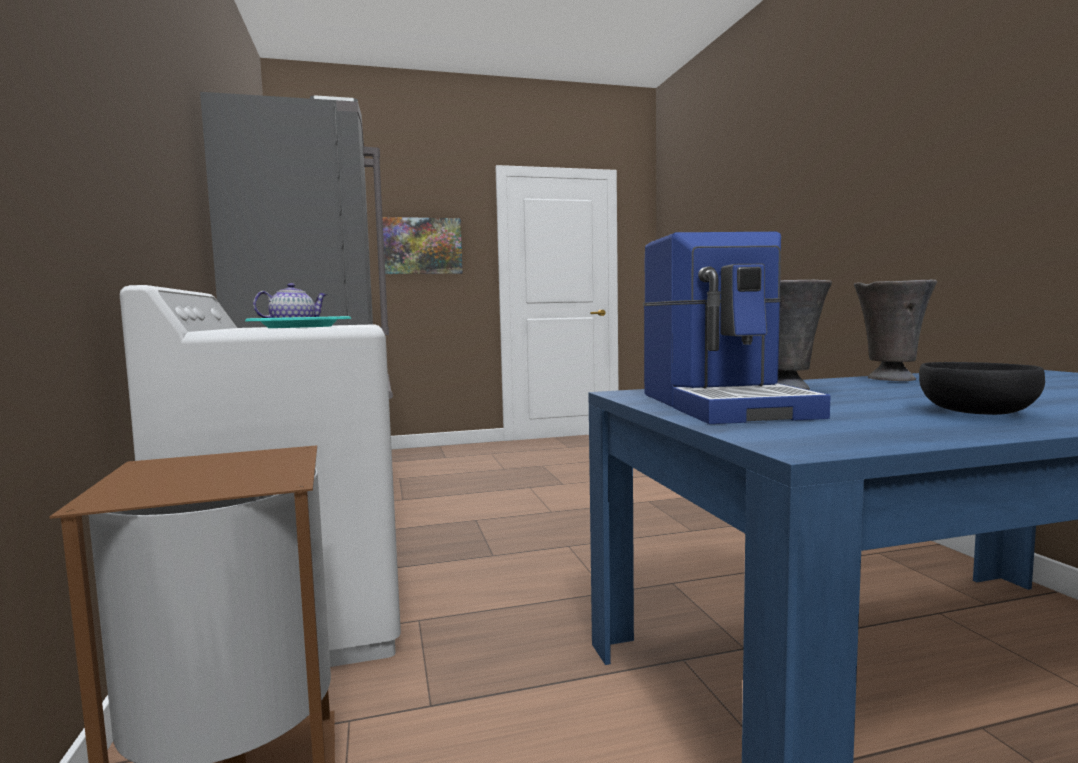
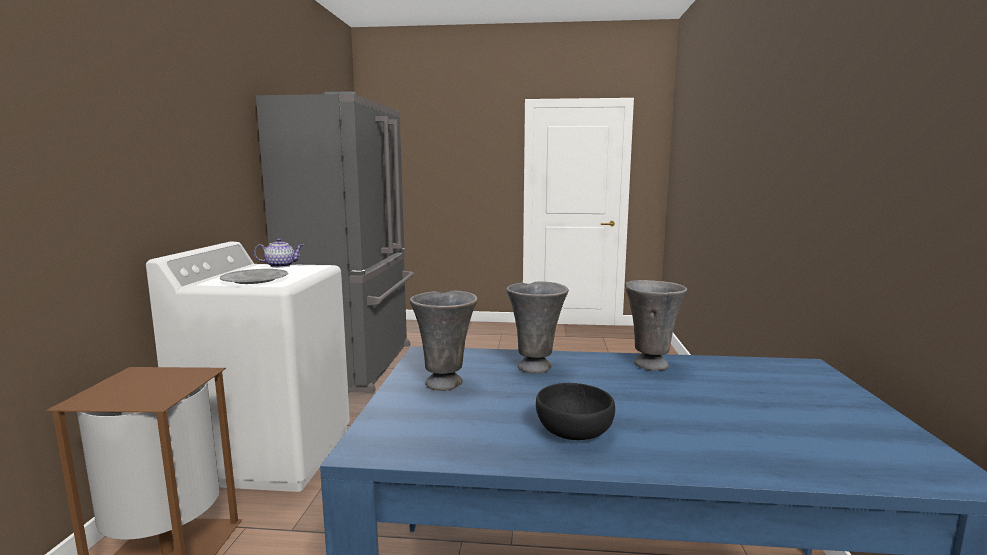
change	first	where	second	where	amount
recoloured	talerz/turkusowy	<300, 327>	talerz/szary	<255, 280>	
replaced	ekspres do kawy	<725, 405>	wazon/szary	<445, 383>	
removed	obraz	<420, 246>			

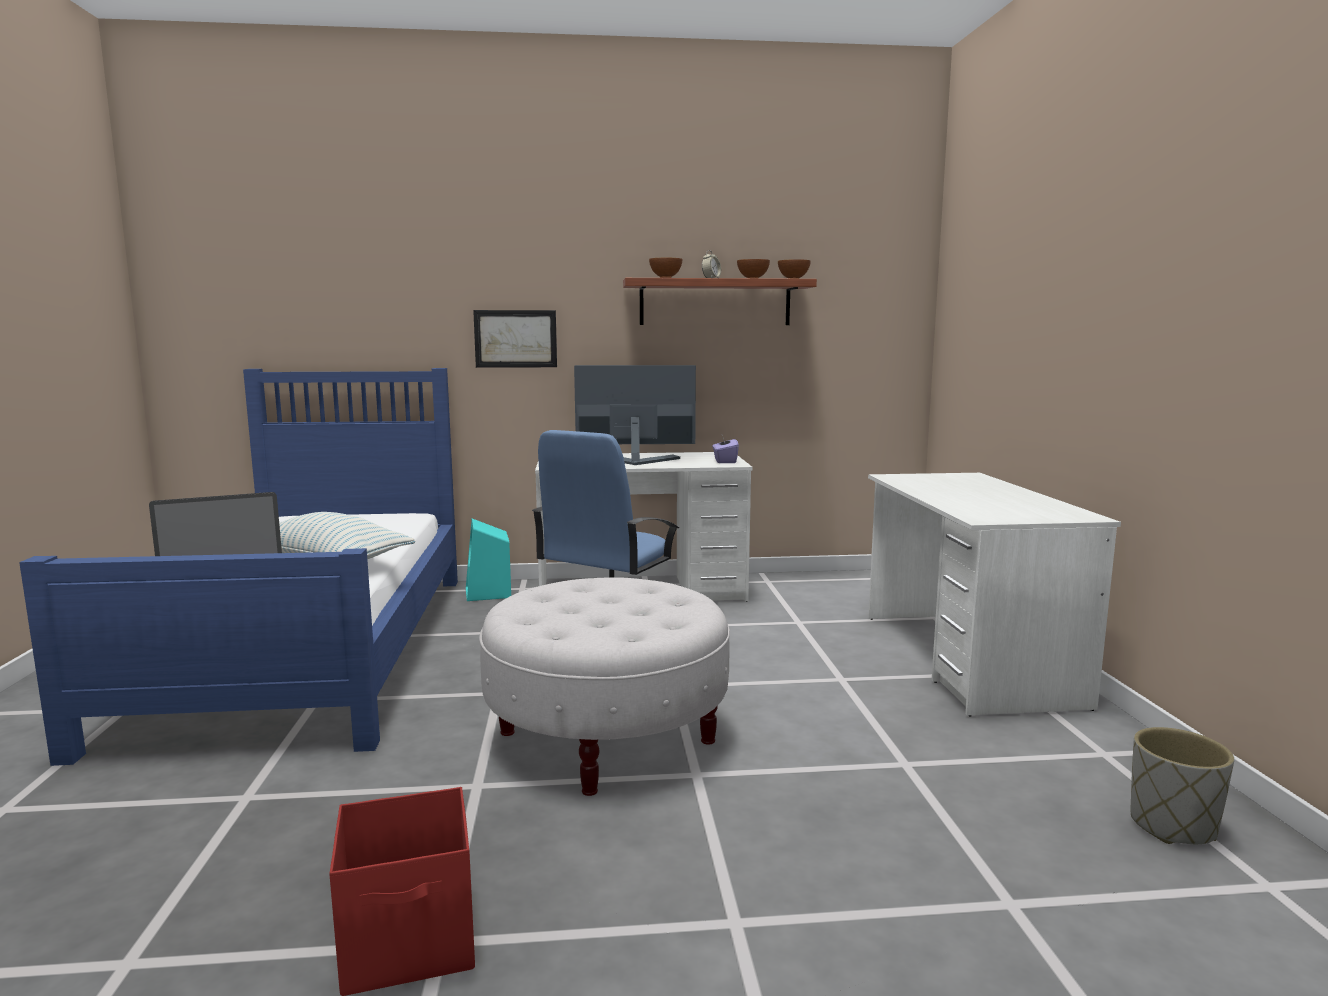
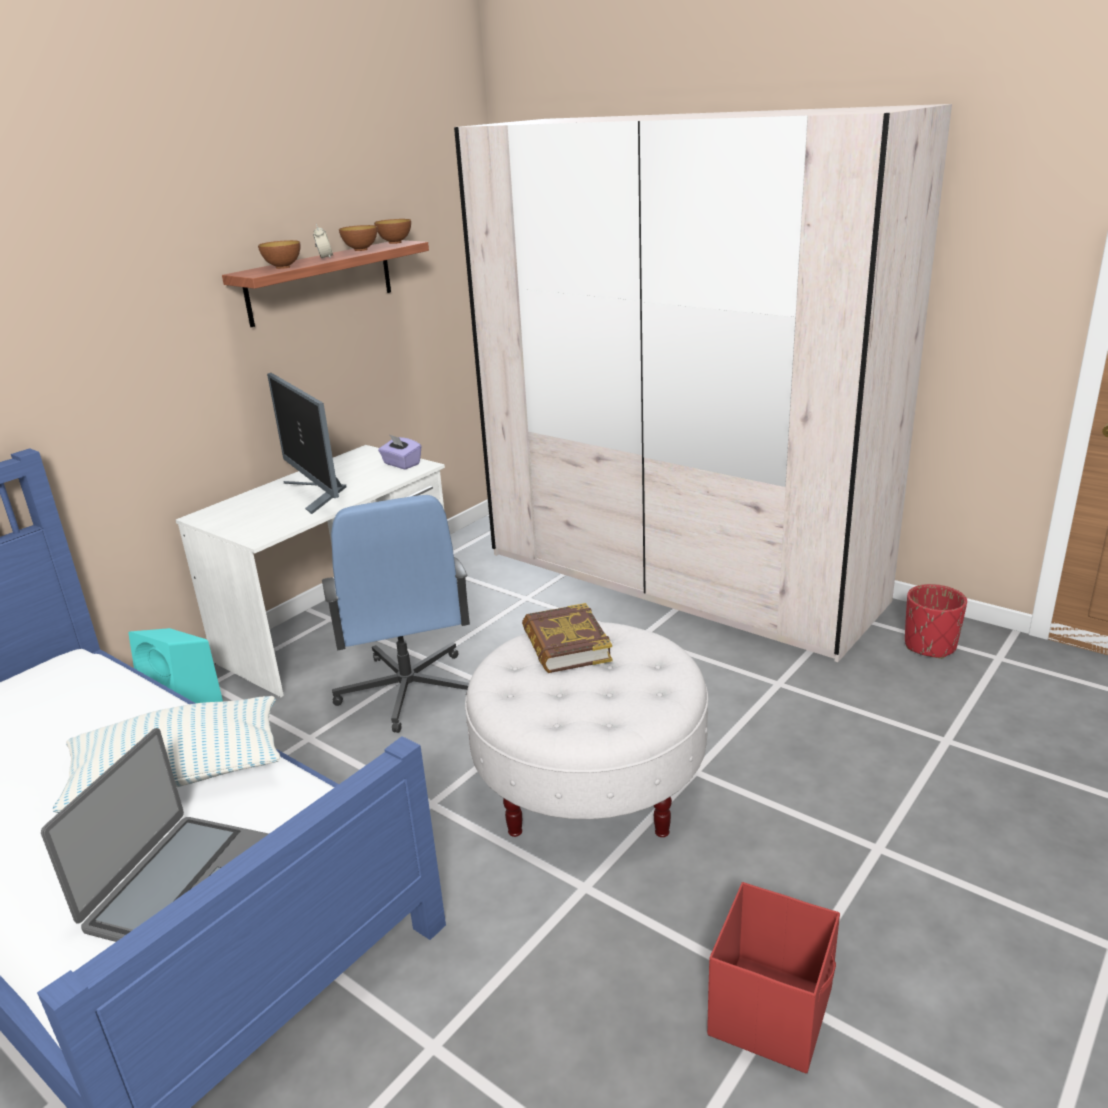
change	first	where	second	where	amount
turned	monitor	<635, 461>		<317, 494>	75 degrees counterclockwise
replaced	biurko/biały	<966, 658>	szafa/beżowy	<679, 577>	
added			książka	<565, 645>	
recoloured	donica/szary	<1172, 827>	donica/czerwony	<930, 646>	
removed	obraz	<515, 339>			

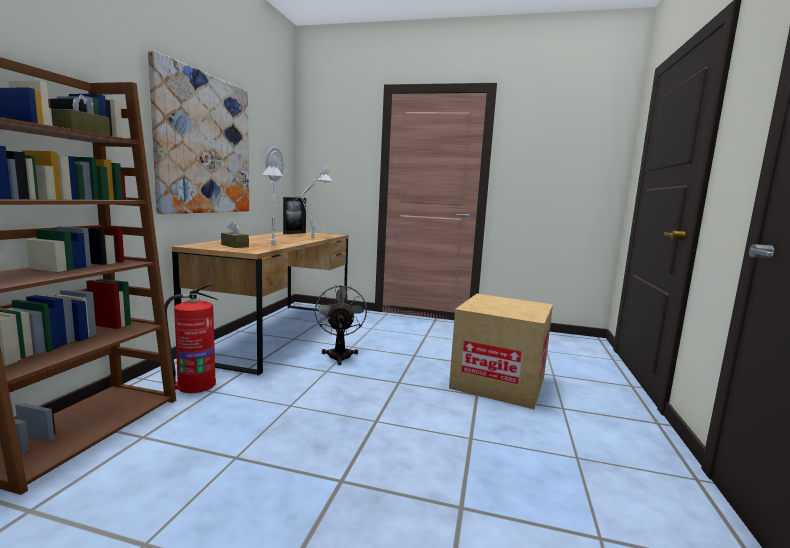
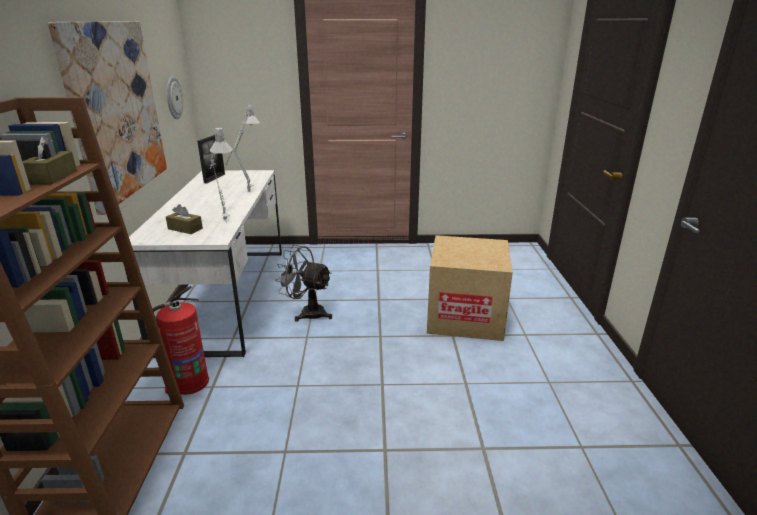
change	first	where	second	where	amount
recoloured	biurko/brązowy	<278, 333>	biurko/biały	<227, 296>	
turned	wentylator/szary	<339, 354>		<307, 312>	45 degrees counterclockwise

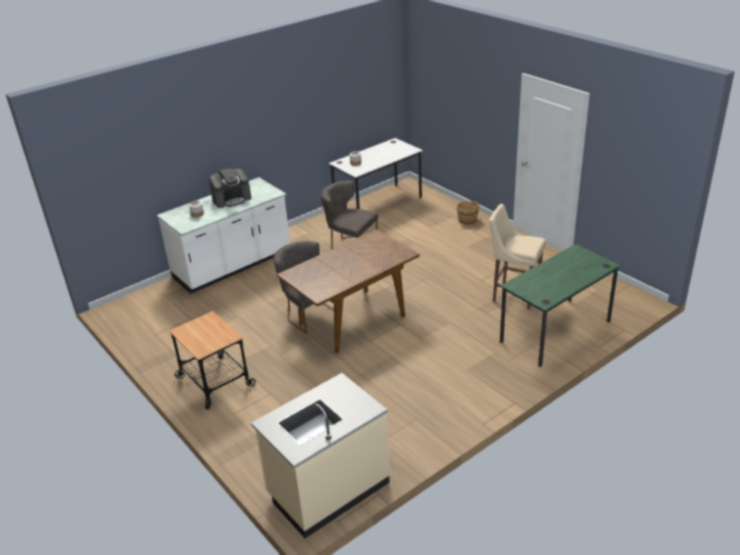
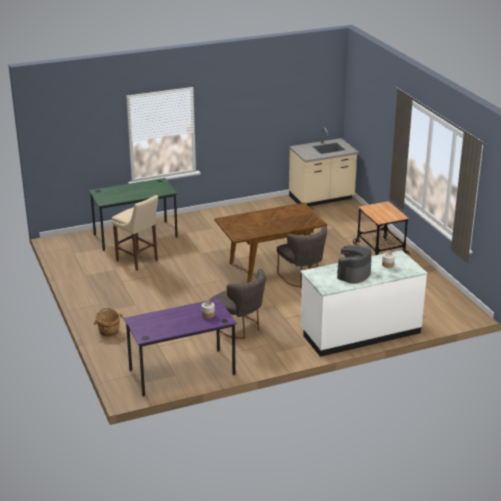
change	first	where	second	where	amount
recoloured	biurko/biały	<378, 204>	biurko/fioletowy	<182, 372>	
turned	ekspres do kawy	<232, 199>		<354, 274>	45 degrees counterclockwise

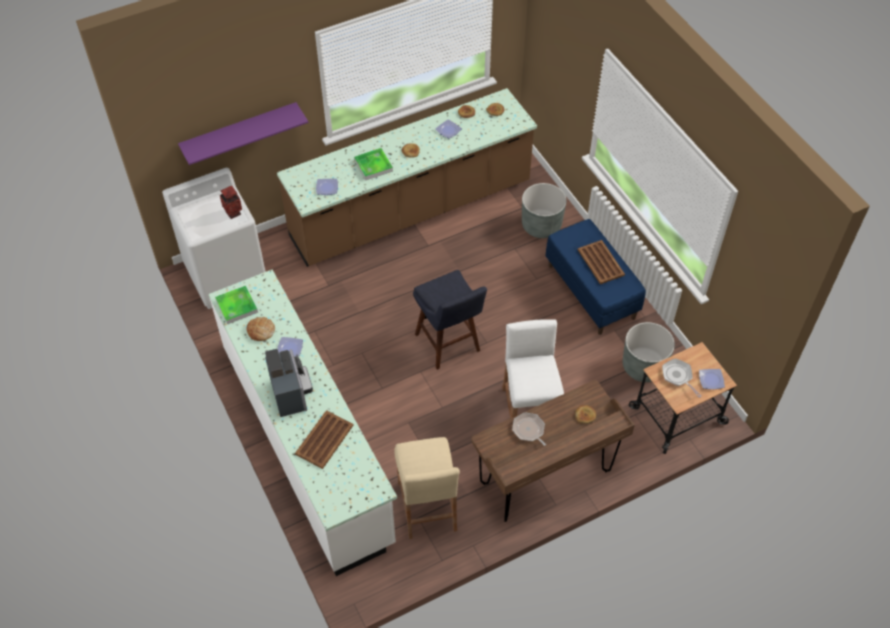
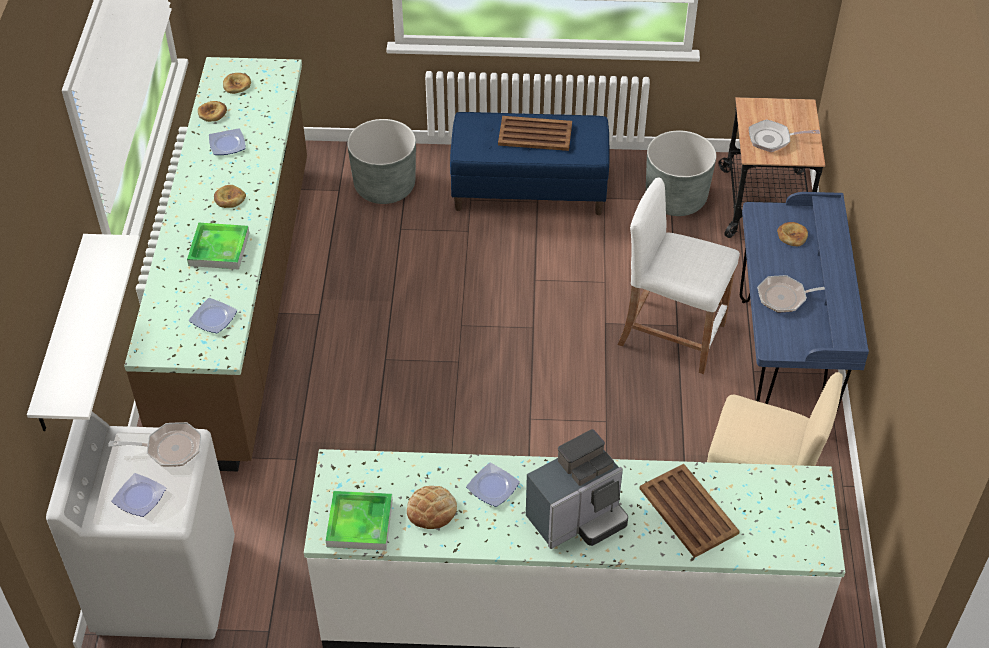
change	first	where	second	where	amount
recoloured	półka/fioletowy	<239, 131>	półka/biały	<61, 335>	
replaced	wazon	<233, 213>	patelnia	<169, 448>	
moved	talerz	<710, 380>		<140, 498>	
turned	ekspres do kawy	<291, 393>		<578, 518>	135 degrees clockwise
recoloured	biurko/brązowy	<545, 478>	biurko/niebieski	<782, 365>	
removed	stołek/niebieski	<449, 346>			

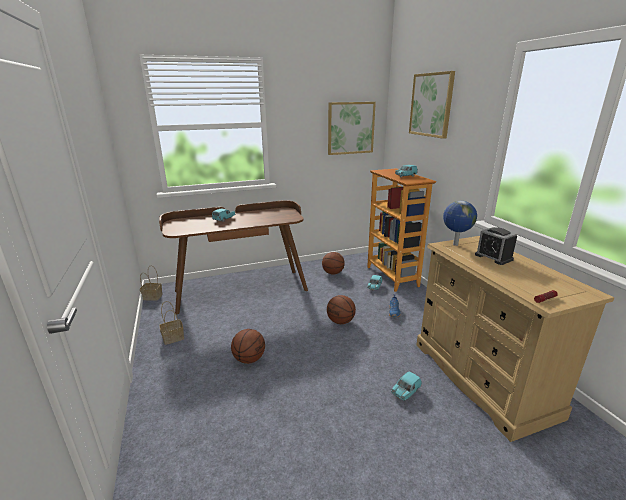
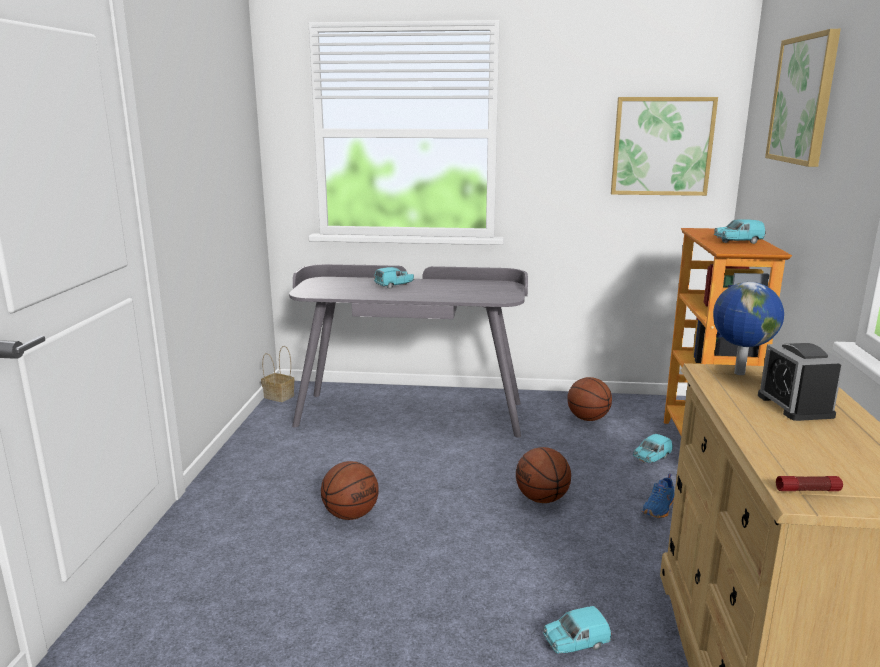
change	first	where	second	where	amount
recoloured	biurko/brązowy	<241, 290>	biurko/szary	<410, 413>	
removed	koszyk	<174, 337>			

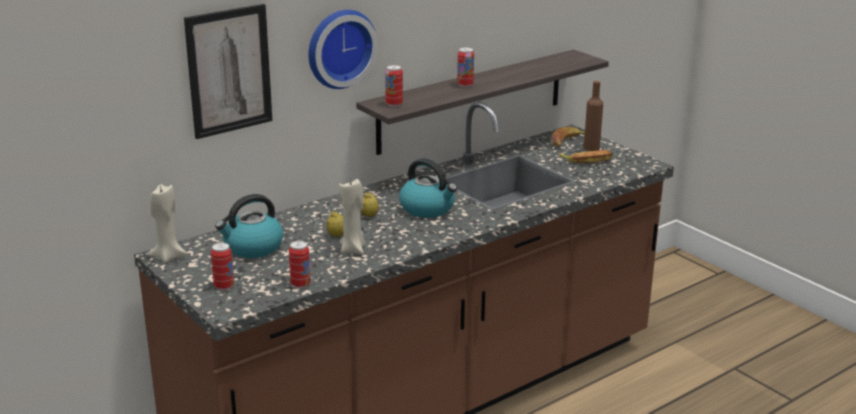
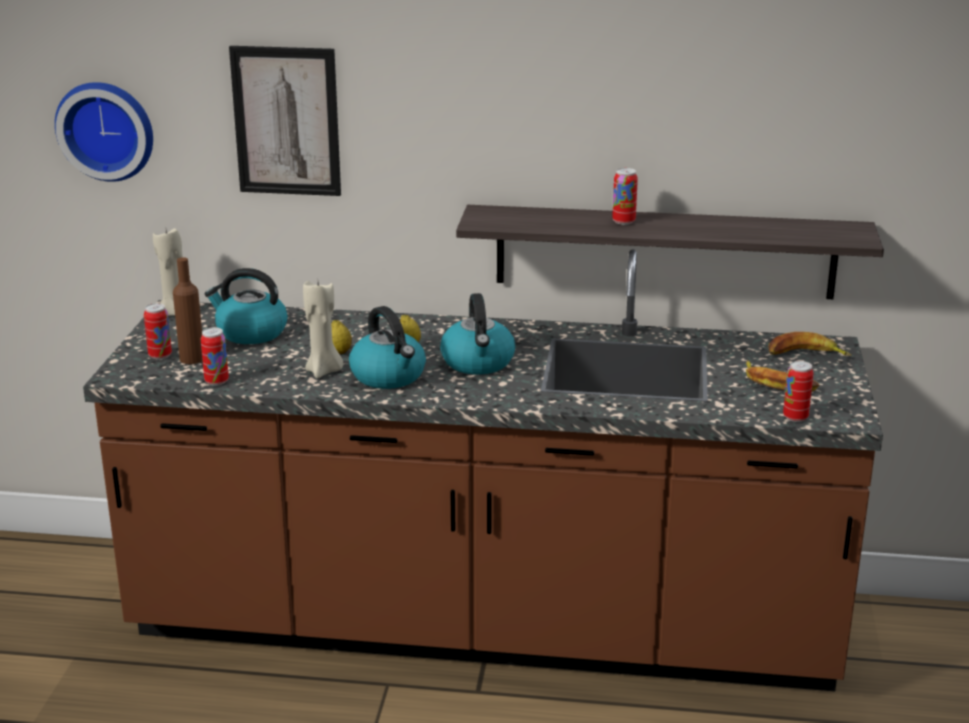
change	first	where	second	where	amount
moved	zegar ścienny	<339, 47>		<107, 129>	
moved	butelka/brązowy	<591, 148>		<192, 358>	
added			czajnik	<389, 376>	
moved	puszka	<394, 104>		<795, 417>	

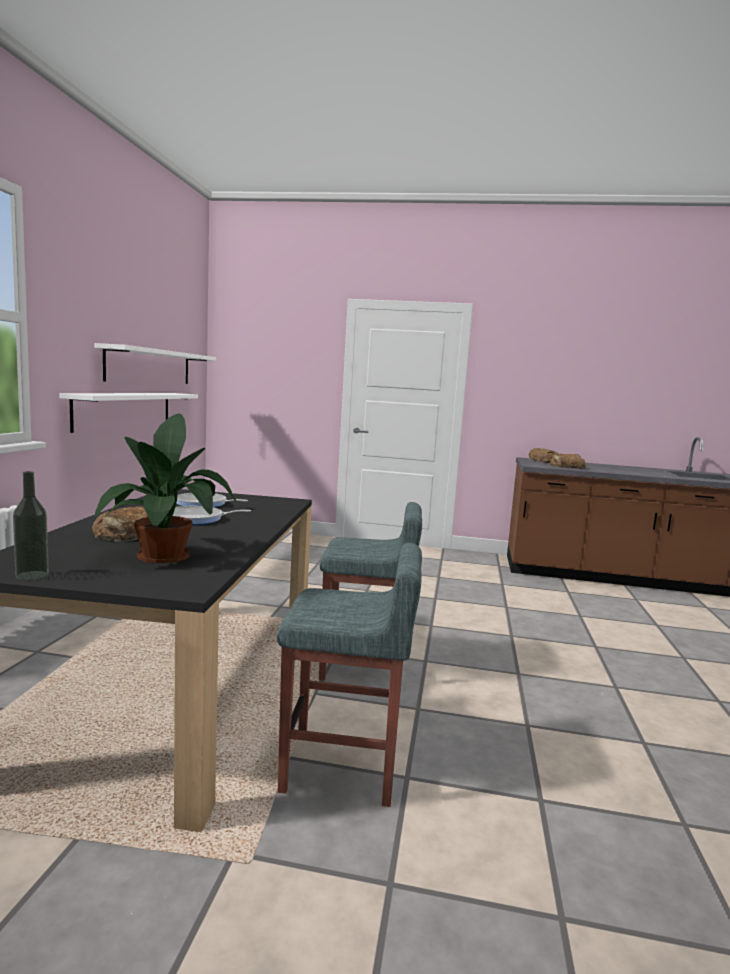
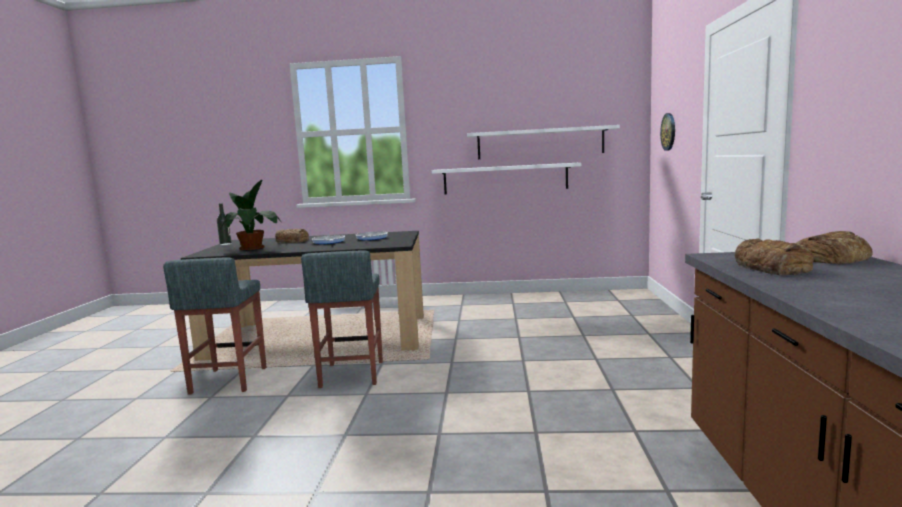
change	first	where	second	where	amount
added			zegar ścienny	<668, 131>	

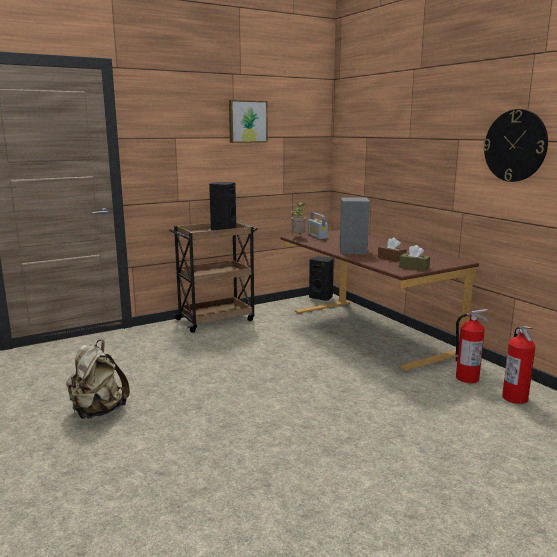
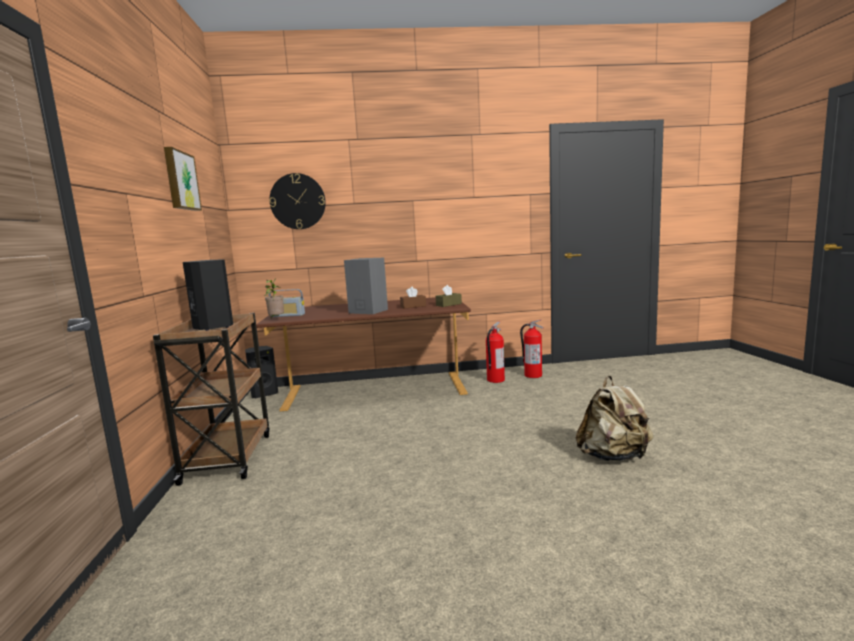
change	first	where	second	where	amount
moved	zegar ścienny	<515, 145>		<297, 201>	
moved	plecak/beżowy	<98, 411>		<613, 456>	

